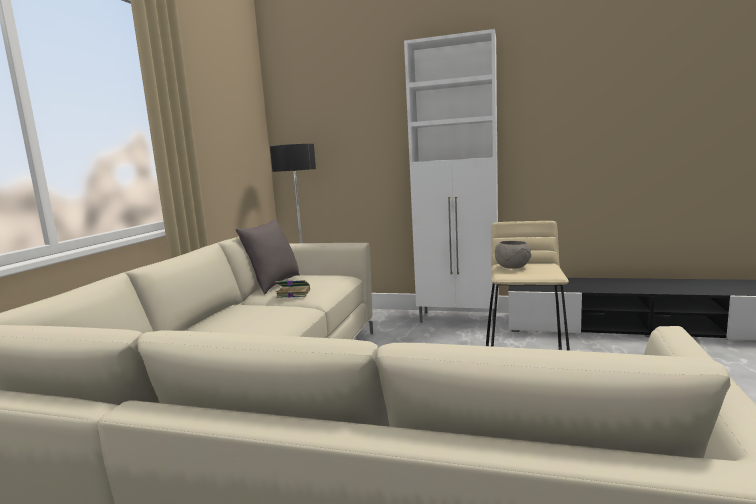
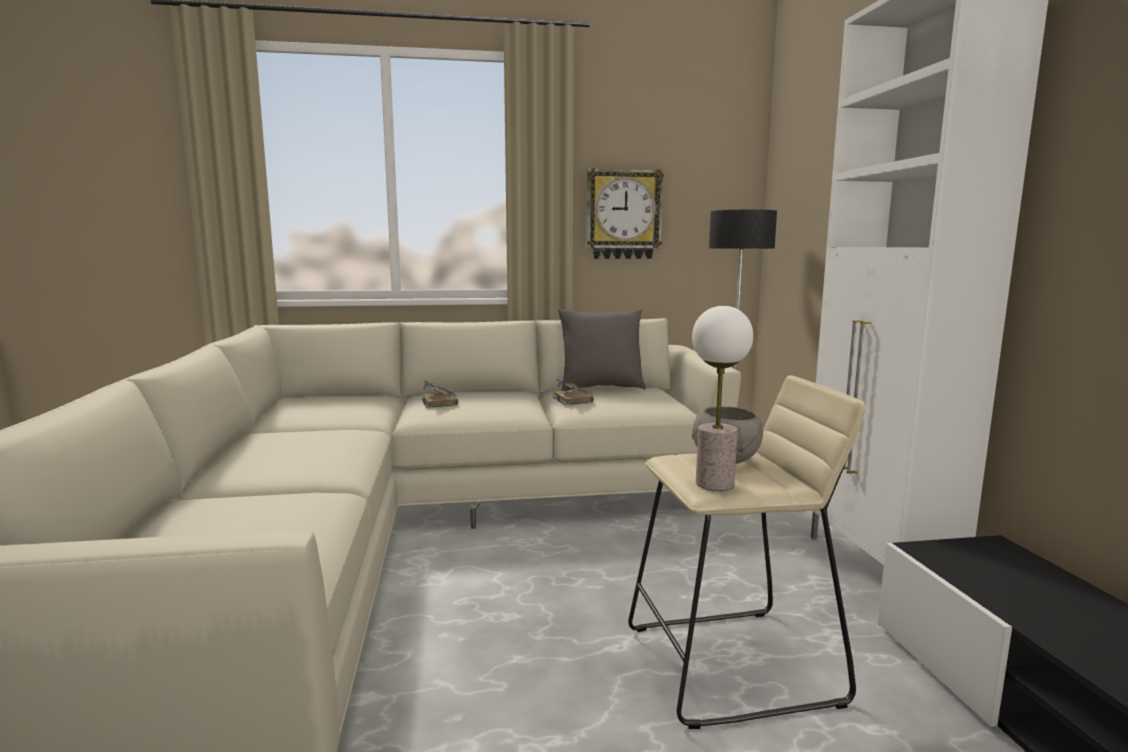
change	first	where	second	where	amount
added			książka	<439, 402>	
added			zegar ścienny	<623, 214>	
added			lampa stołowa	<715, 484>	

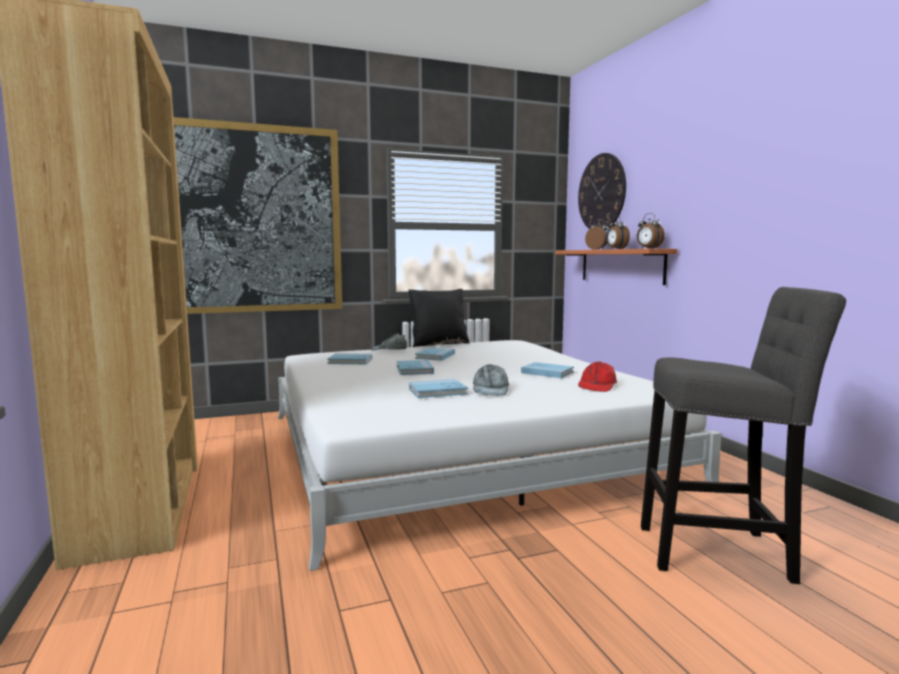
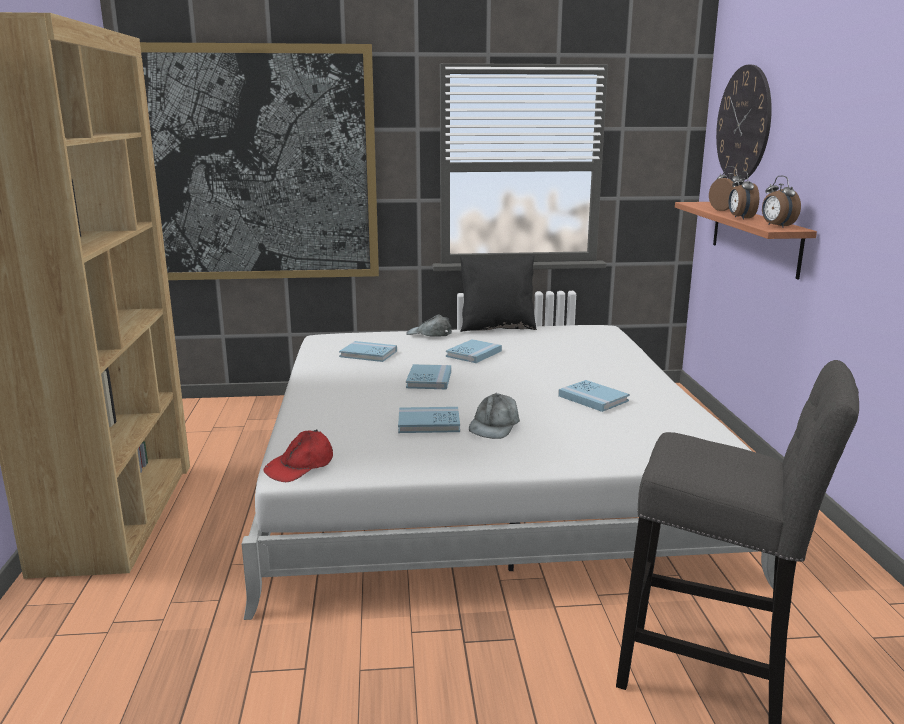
change	first	where	second	where	amount
moved	czapka z daszkiem/czerwony	<597, 385>		<300, 466>	

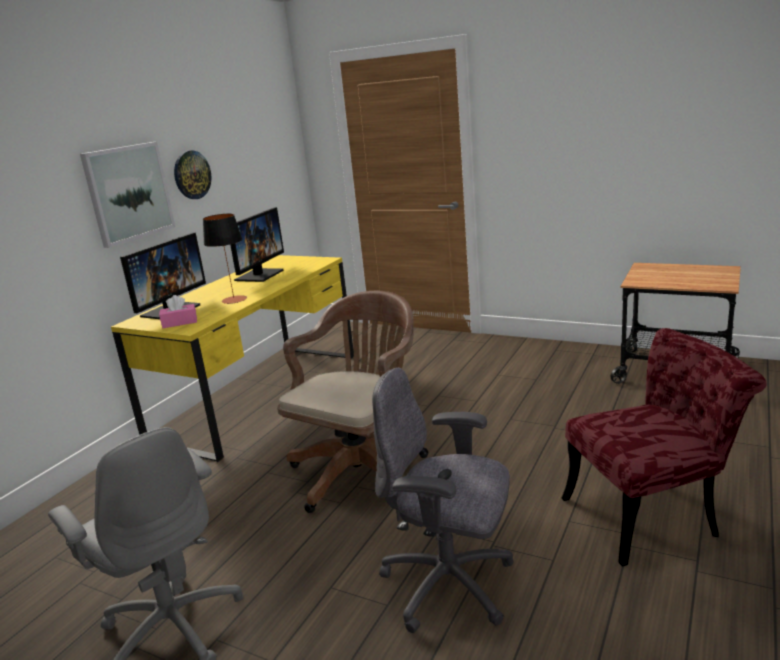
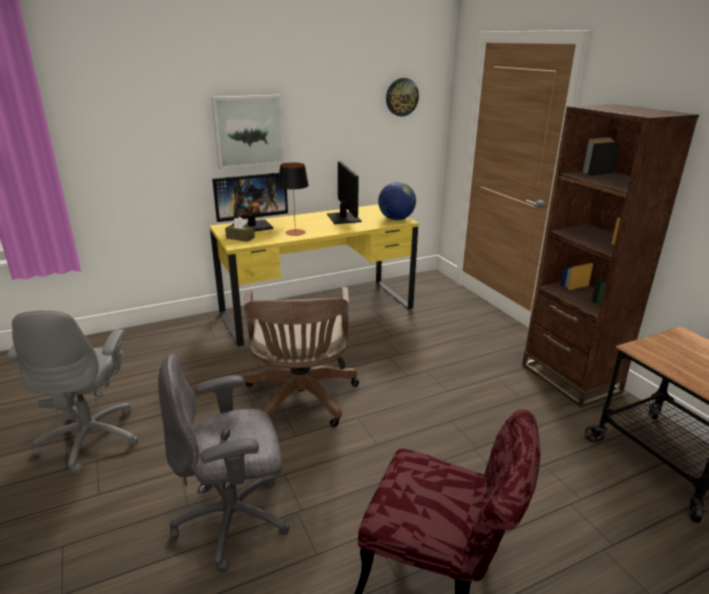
change	first	where	second	where	amount
turned	krzesło biurowe/szary	<450, 585>		<234, 520>	75 degrees counterclockwise
recoloured	pudełko chusteczek/różowy	<180, 322>	pudełko chusteczek/brązowy	<240, 238>	
turned	krzesło biurowe/brązowy	<363, 469>		<301, 400>	105 degrees clockwise
turned	monitor	<259, 275>		<343, 218>	75 degrees counterclockwise
added			globus	<396, 219>	
moved	zegar ścienny	<192, 175>		<401, 97>	
added			regał/brązowy	<570, 378>	

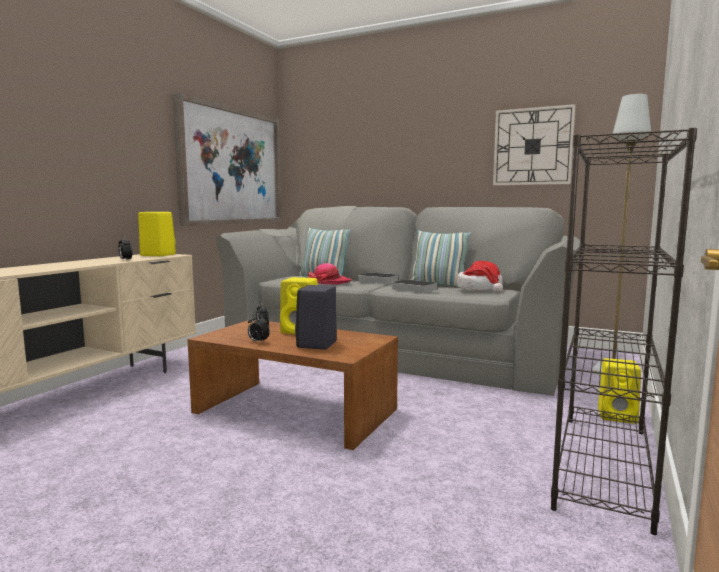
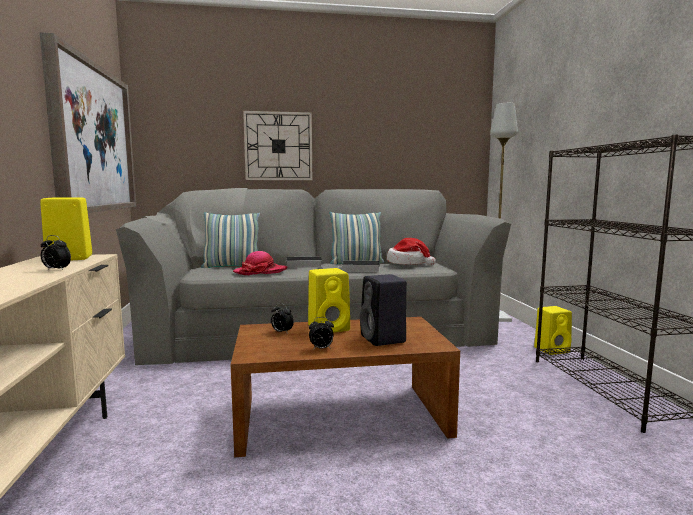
change	first	where	second	where	amount
moved	zegar ścienny	<532, 146>		<278, 146>	

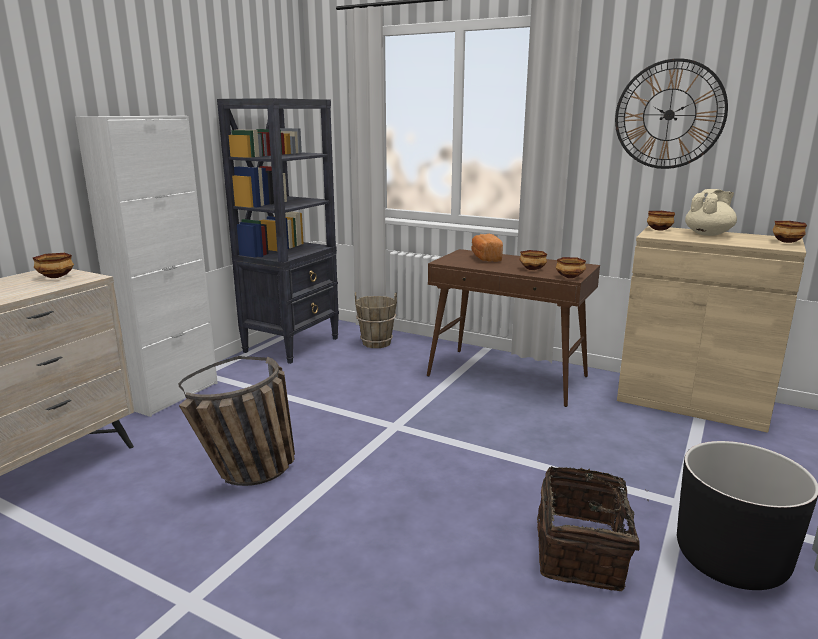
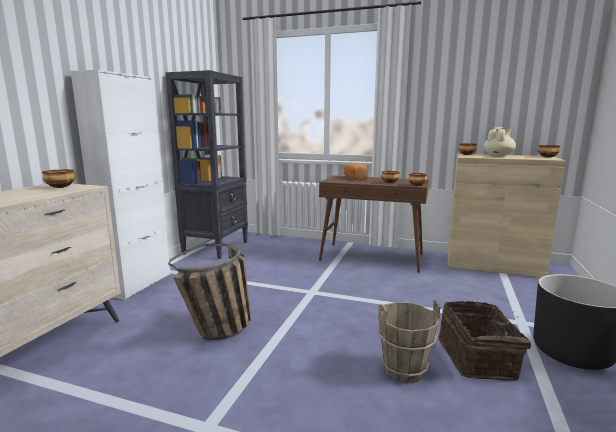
change	first	where	second	where	amount
moved	wiadro/brązowy	<376, 343>		<403, 370>	
removed	zegar ścienny	<669, 115>			

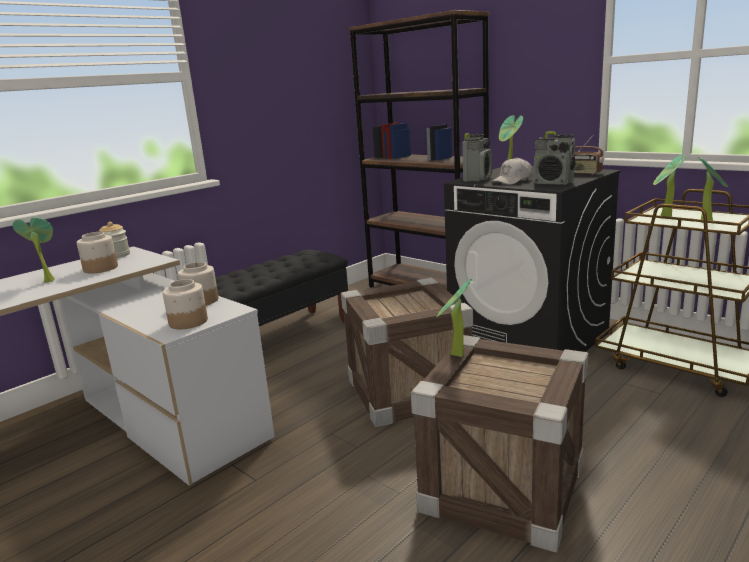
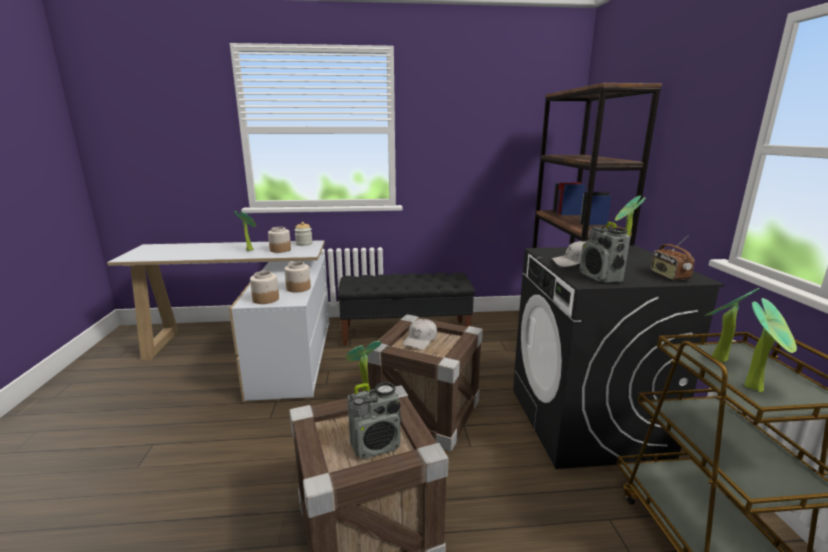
change	first	where	second	where	amount
moved	radio	<477, 179>		<376, 445>	
added			czapka z daszkiem/biały	<420, 340>	

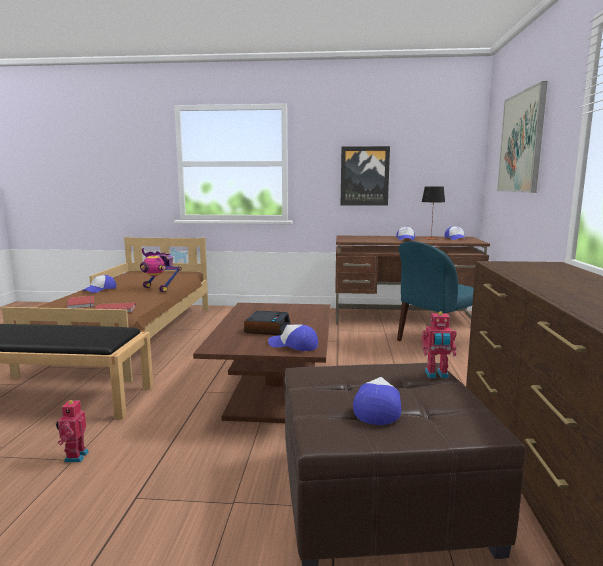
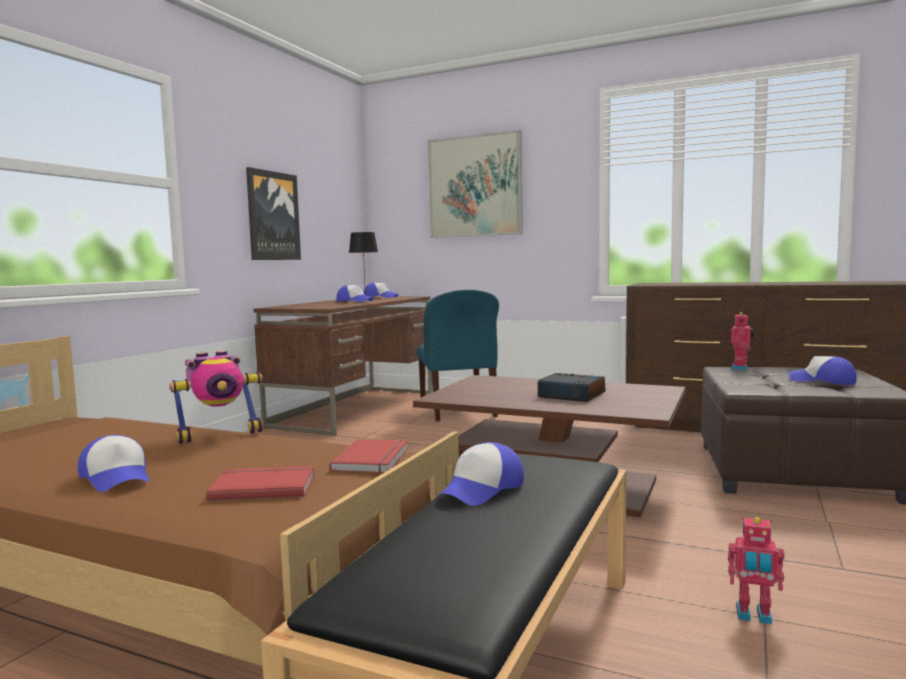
change	first	where	second	where	amount
moved	czapka z daszkiem	<293, 345>		<482, 489>	

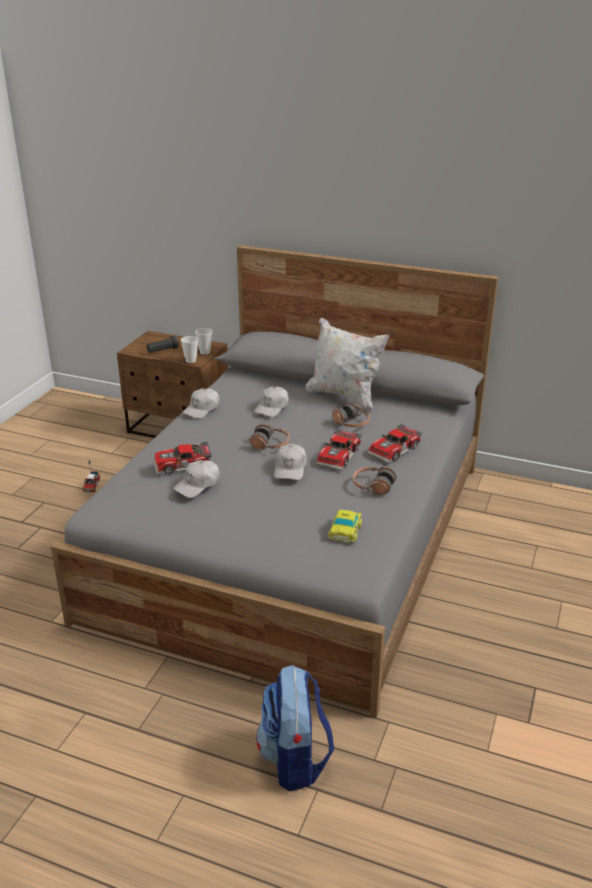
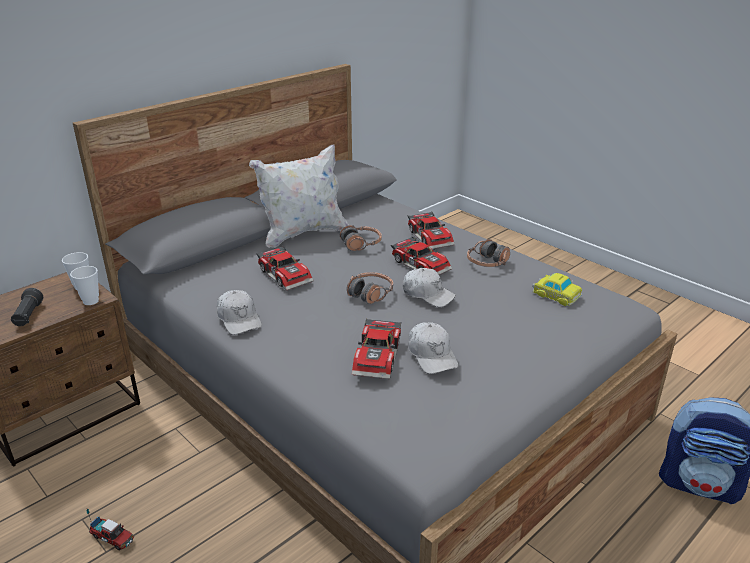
change	first	where	second	where	amount
replaced	czapka z daszkiem/biały	<272, 407>	samochodzik	<286, 274>	

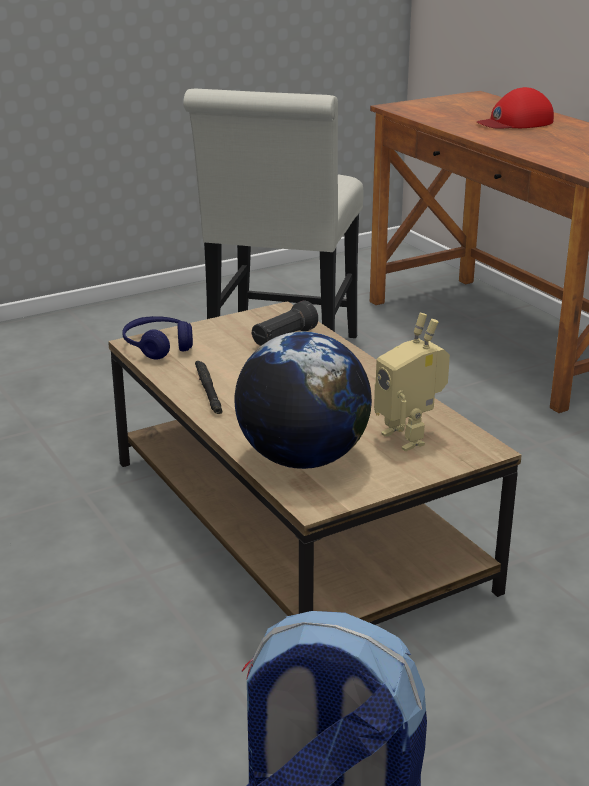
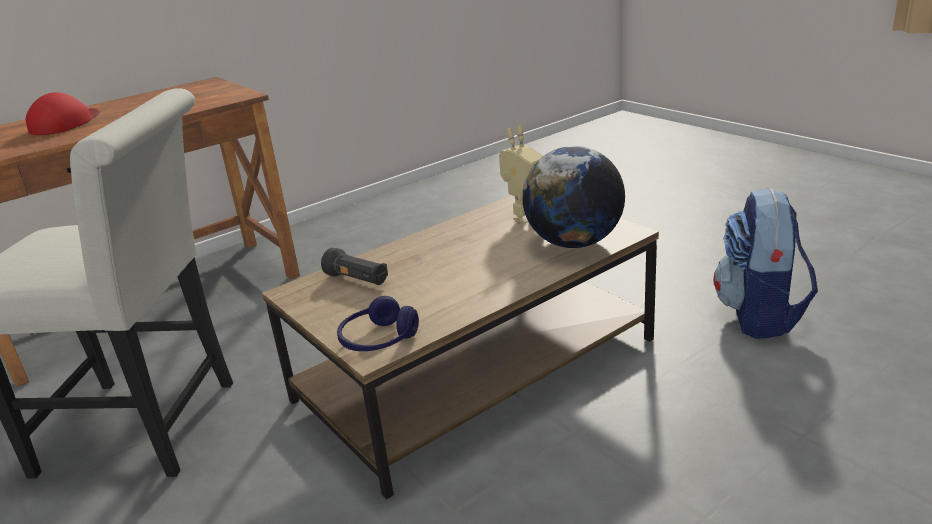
change	first	where	second	where	amount
turned	czapka z daszkiem/czerwony	<515, 122>		<66, 123>	135 degrees counterclockwise
removed	latarka/czarny	<208, 391>			

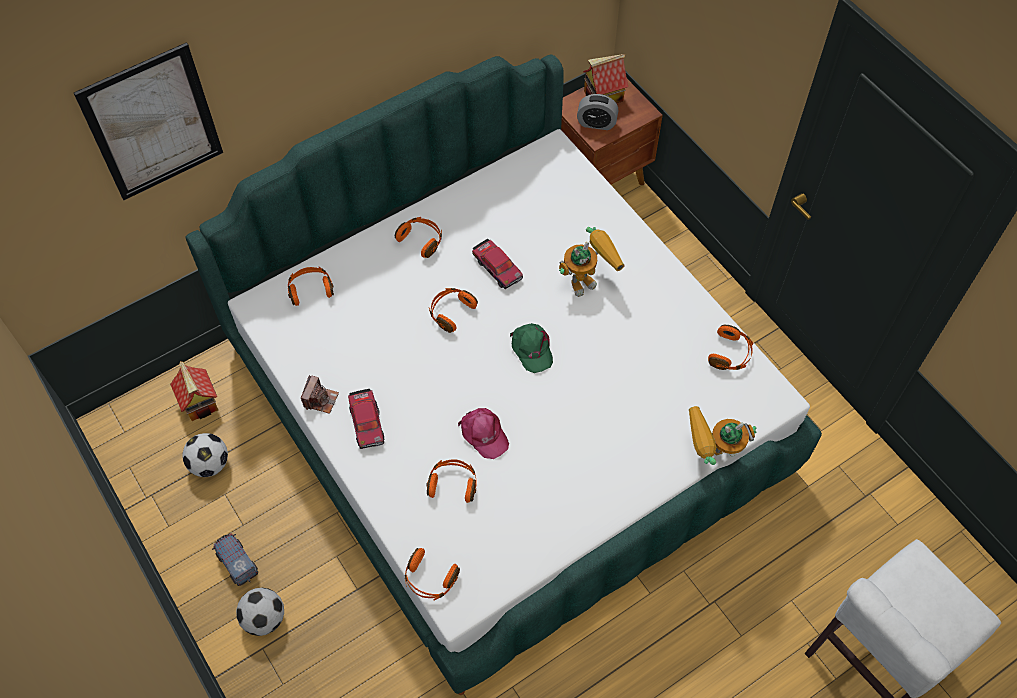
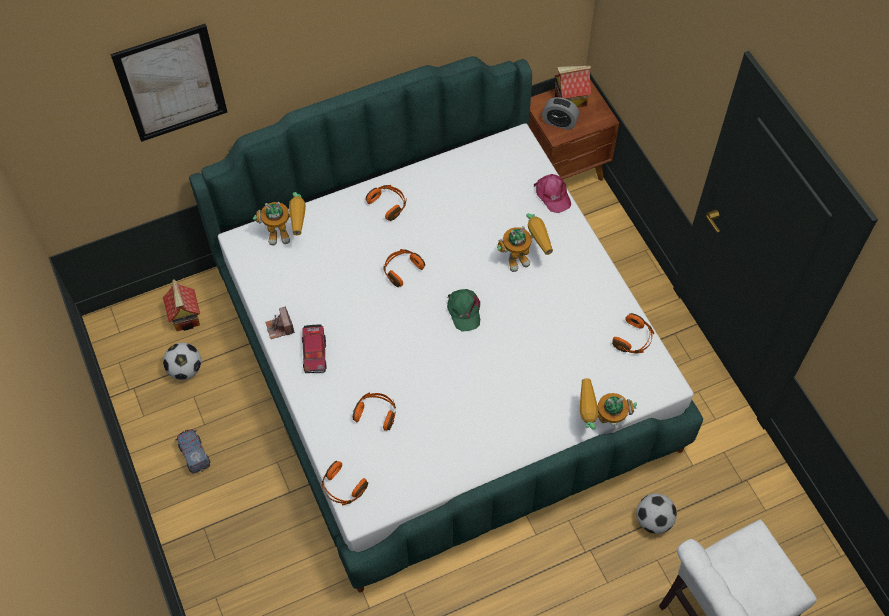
change	first	where	second	where	amount
replaced	słuchawki/pomarańczowy	<310, 289>	robot zabawkowy	<288, 234>	
turned	aparat fotograficzny	<320, 399>		<280, 328>	135 degrees clockwise
moved	czapka z daszkiem/różowy	<483, 434>		<552, 195>	
moved	piłka futbolowa	<264, 618>		<653, 520>	
removed	samochodzik	<497, 267>			

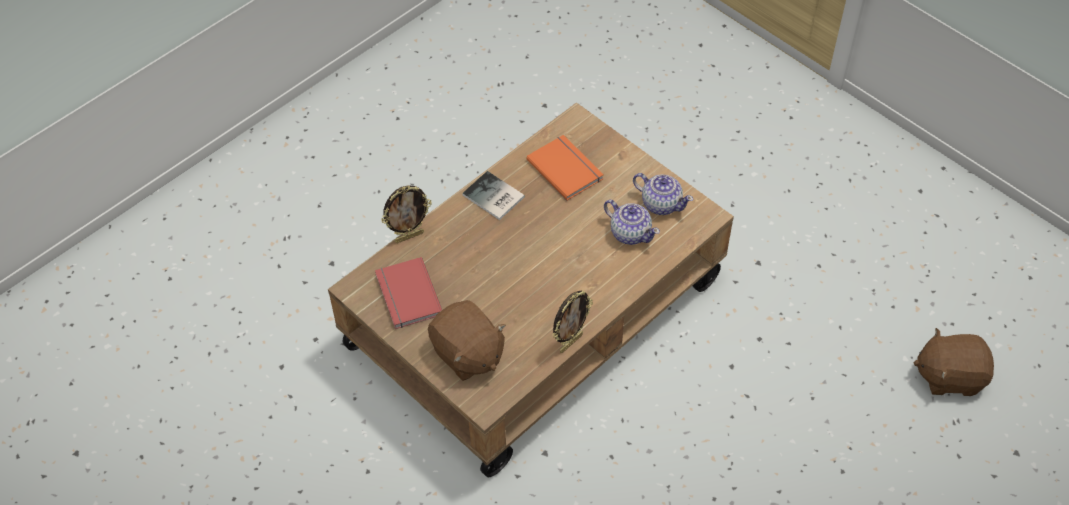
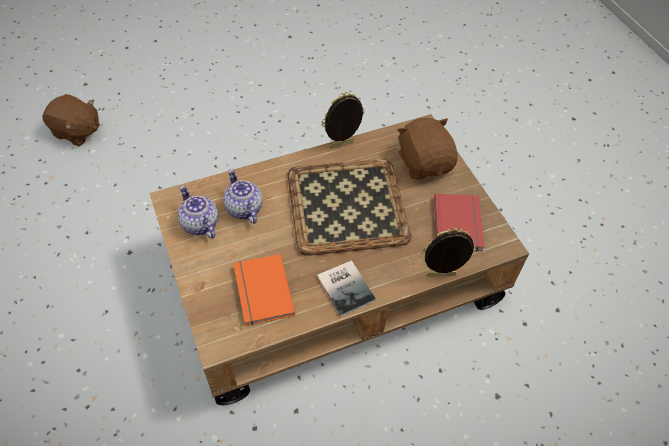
change	first	where	second	where	amount
added			taca	<348, 205>	

